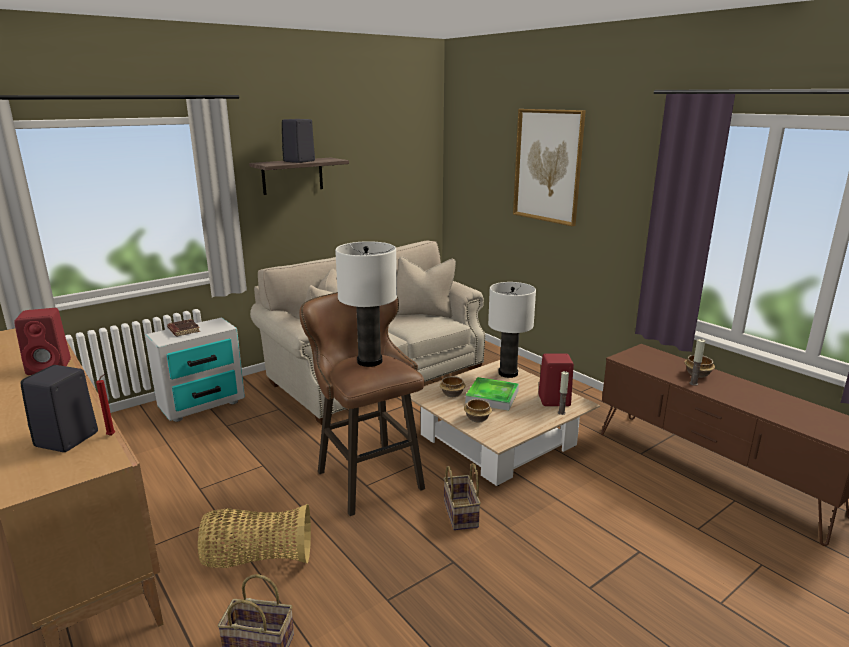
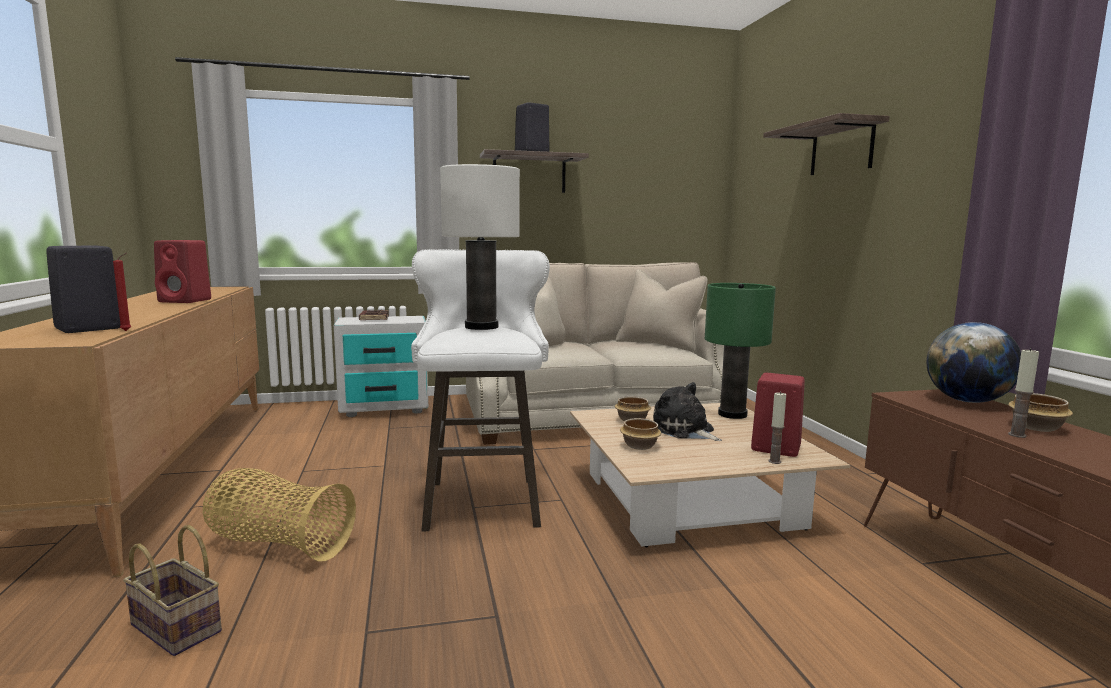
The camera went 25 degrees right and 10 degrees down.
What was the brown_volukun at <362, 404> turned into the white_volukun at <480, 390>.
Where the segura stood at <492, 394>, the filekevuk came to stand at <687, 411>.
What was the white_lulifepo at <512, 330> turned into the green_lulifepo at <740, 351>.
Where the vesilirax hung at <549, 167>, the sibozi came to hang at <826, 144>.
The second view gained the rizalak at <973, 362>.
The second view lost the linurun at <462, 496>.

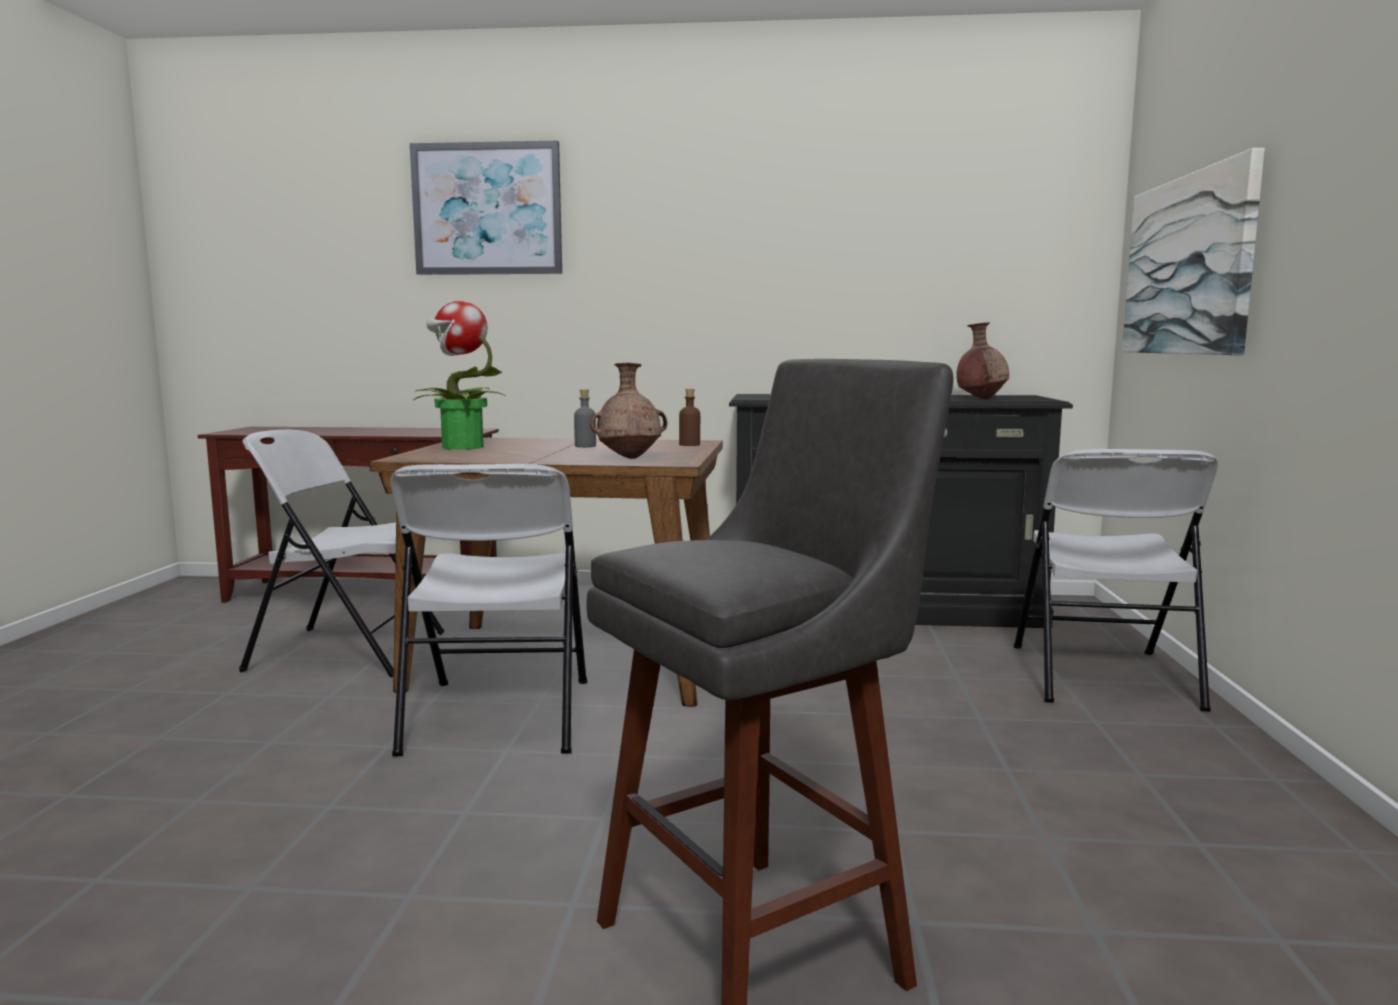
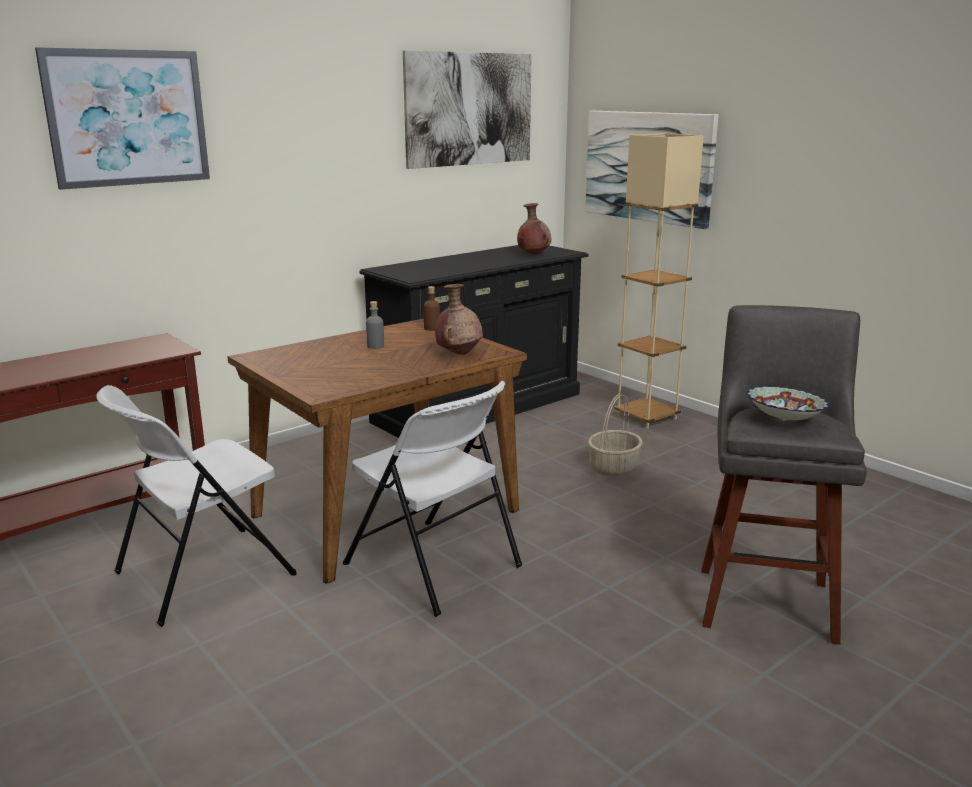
The camera went 45 degrees left and 10 degrees up.
The second view gained the vesilirax at <467, 109>.
The second view gained the linurun at <615, 435>.
Where the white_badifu stood at <1115, 580>, the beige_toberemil came to stand at <659, 281>.
The second view gained the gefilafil at <787, 403>.
The second view lost the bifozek at <459, 375>.

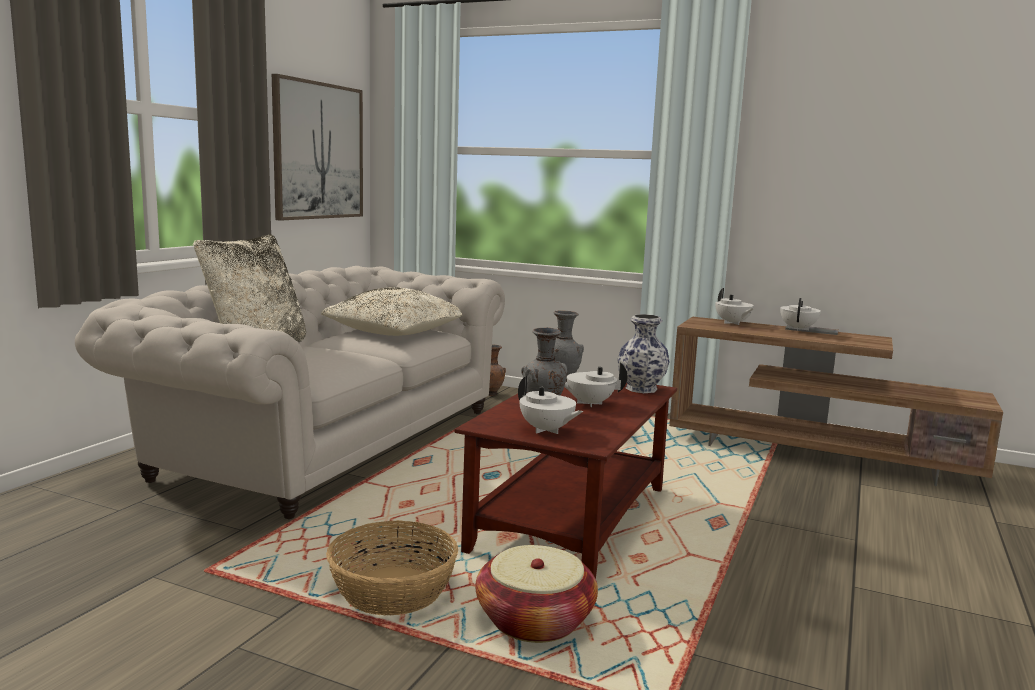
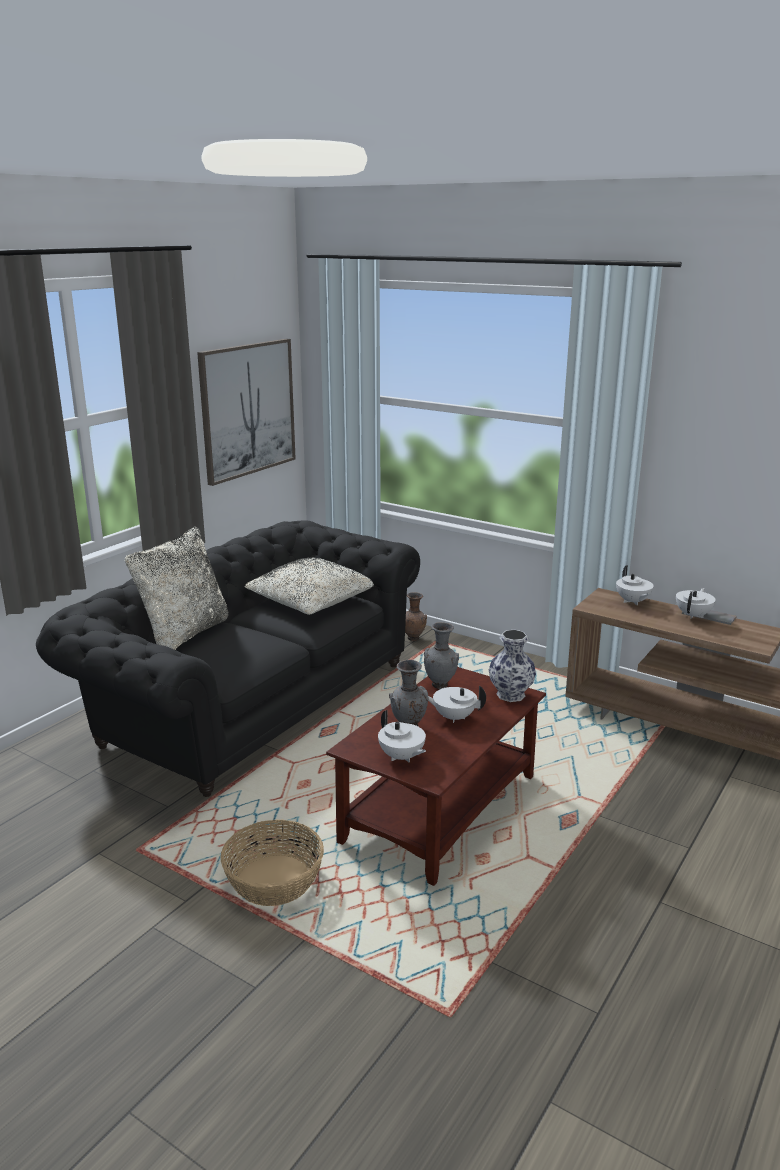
The camera went 10 degrees right and 10 degrees up.
What was the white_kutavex at <290, 392> turned into the black_kutavex at <228, 659>.
The second view lost the linurun at <536, 594>.

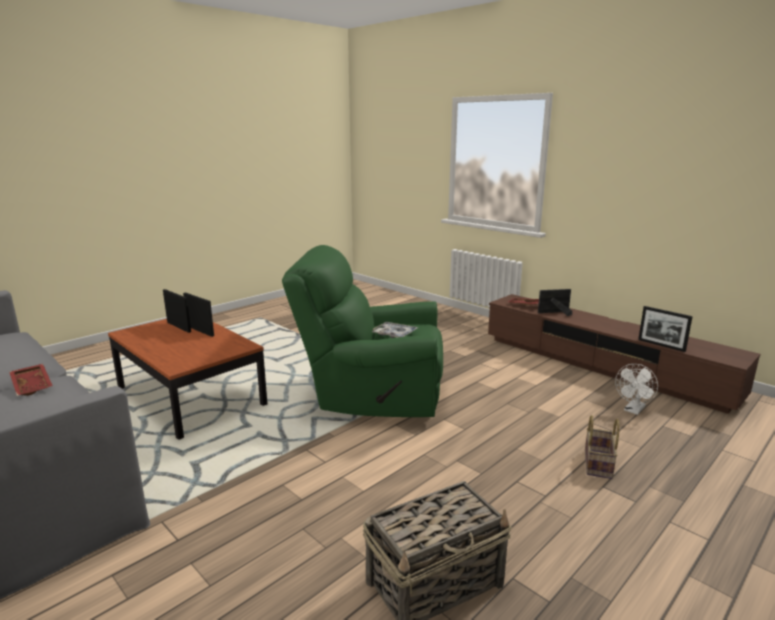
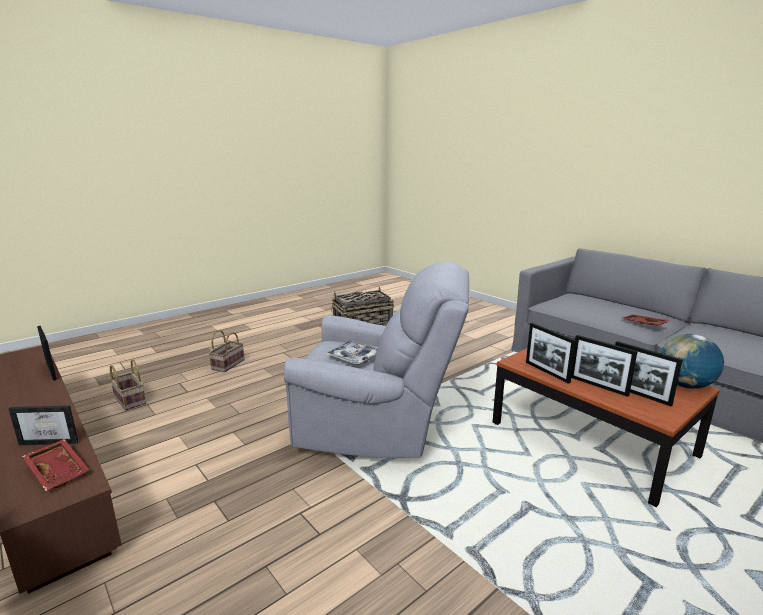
The camera went 175 degrees left and 0 degrees up.
Where the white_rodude stood at <636, 389>, the linurun came to stand at <128, 384>.
What was the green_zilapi at <362, 331> turned into the grey_zilapi at <376, 360>.
The second view gained the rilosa at <551, 353>.
The second view gained the rizalak at <692, 361>.

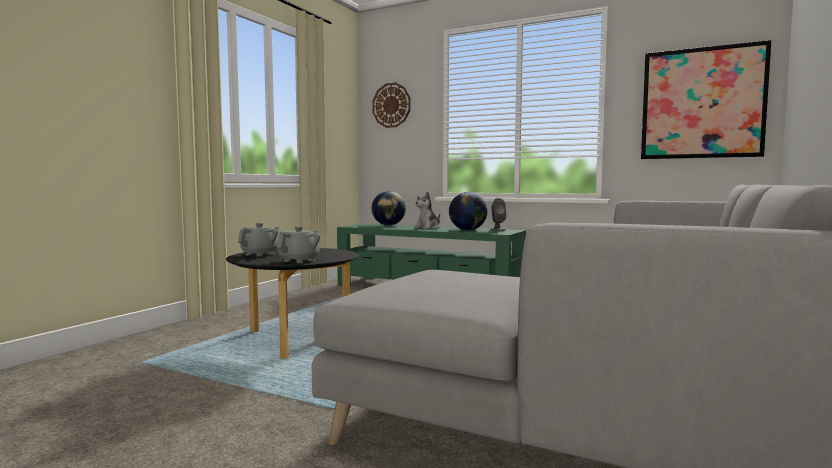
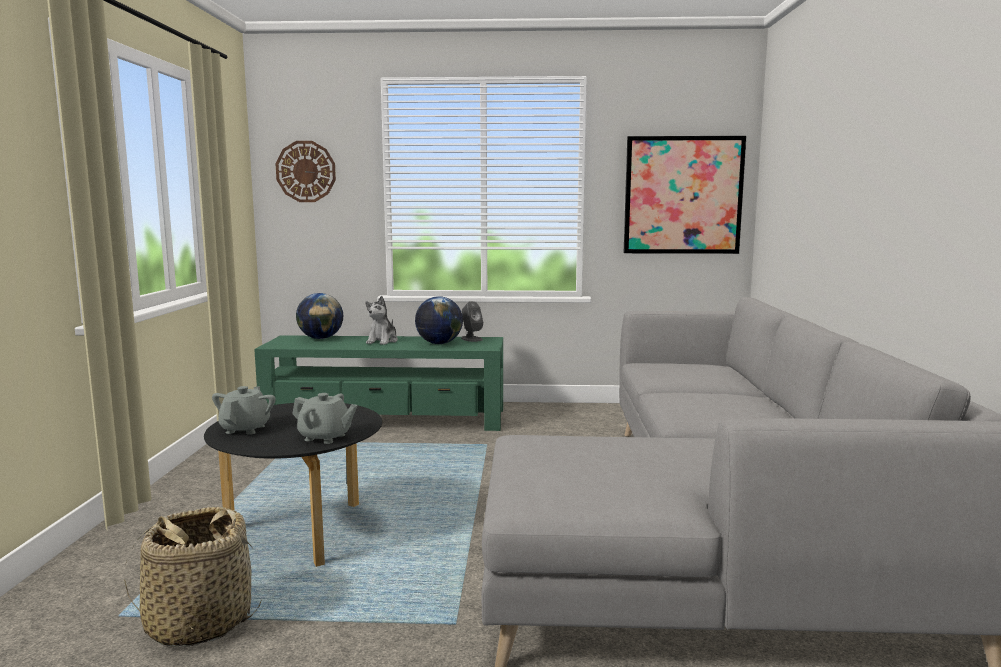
The camera went 25 degrees left and 5 degrees up.
The second view gained the linurun at <192, 577>.
The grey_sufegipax at <298, 244> ended up facing another way, 105 degrees clockwise from before.

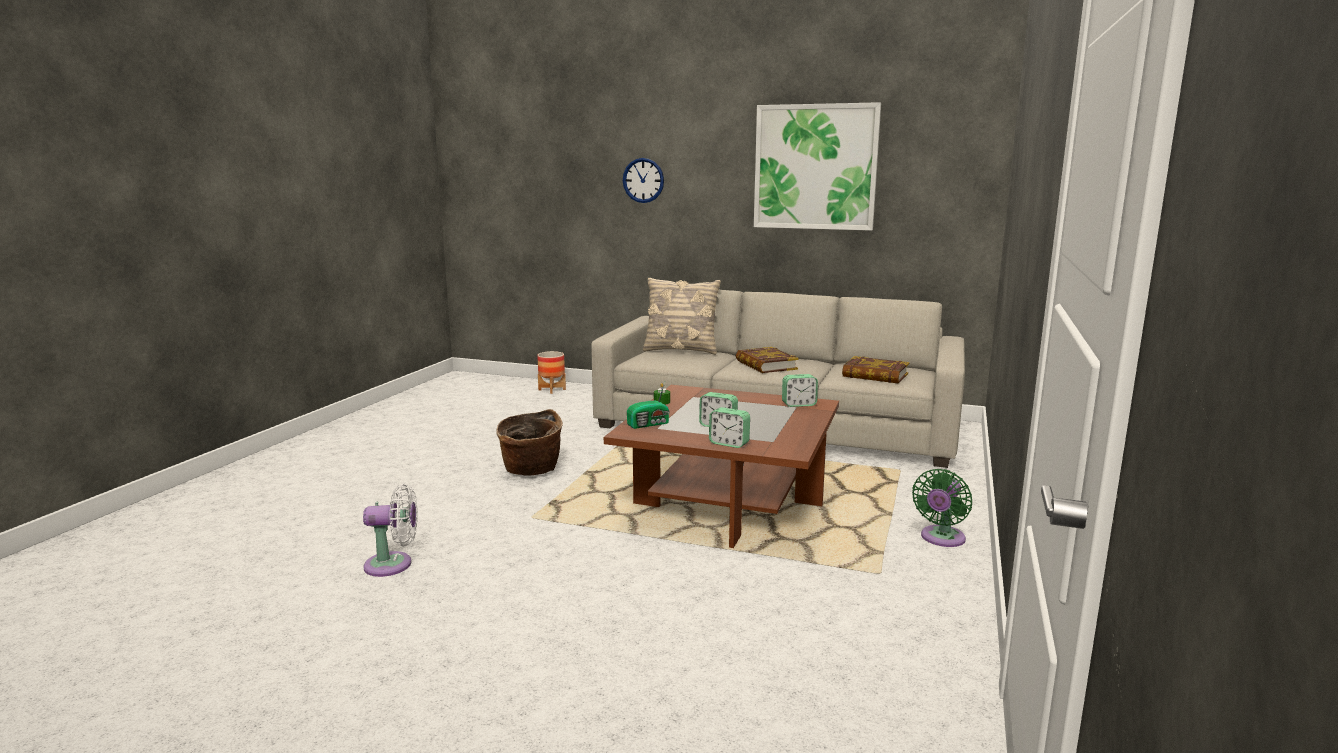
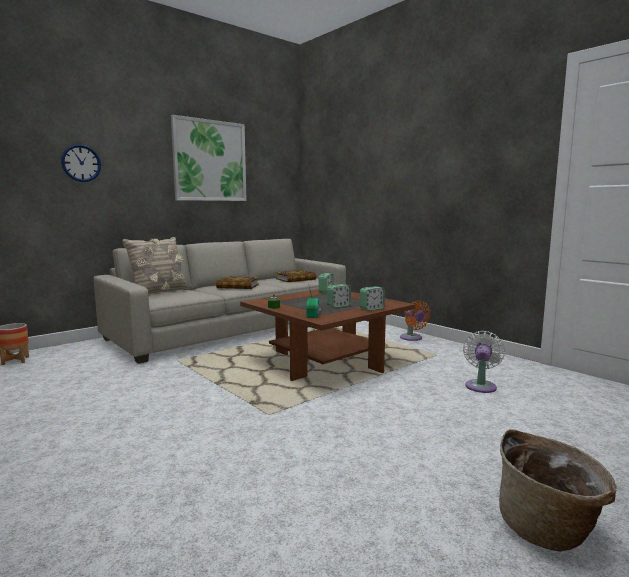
The camera went 60 degrees left and 5 degrees down.
What was the green_rodude at <942, 508> turned into the orange_rodude at <415, 320>.
The white_rodude ended up elsewhere, having gone from <390, 530> to <484, 362>.
The linurun ended up elsewhere, having gone from <529, 442> to <558, 490>.

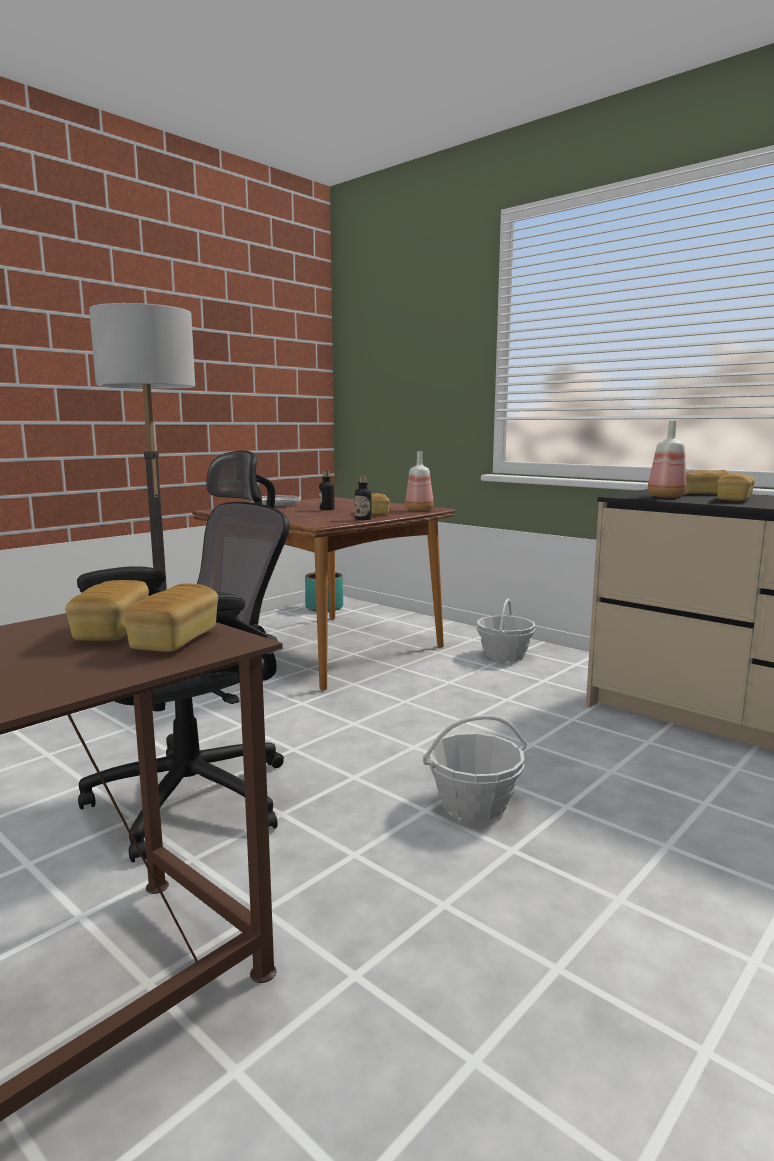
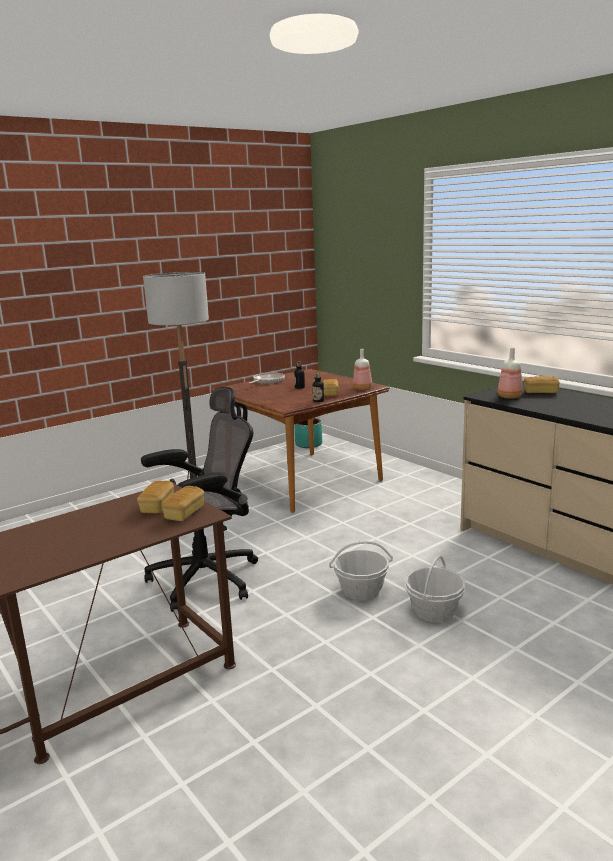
The camera went 10 degrees right and 5 degrees up.
The linurun ended up elsewhere, having gone from <506, 630> to <434, 588>.
The second view lost the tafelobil at <736, 487>.

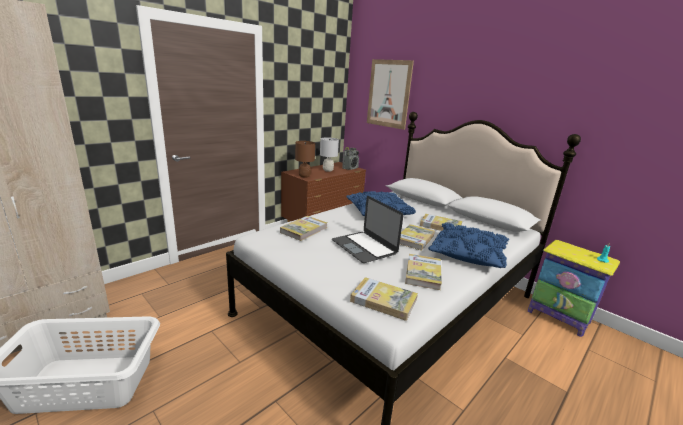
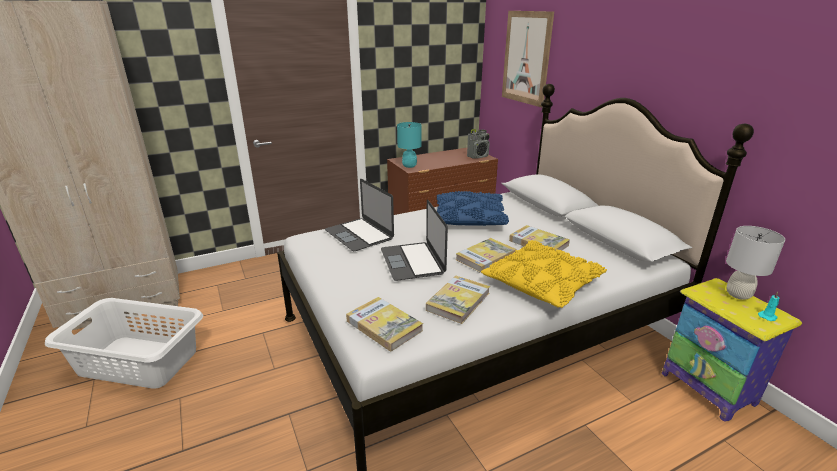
The camera went 20 degrees right and 5 degrees up.
Where the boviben stood at <303, 228>, the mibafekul came to stand at <359, 215>.
What was the brown_lulifepo at <305, 159> turned into the turquoise_lulifepo at <409, 145>.
What was the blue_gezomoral at <468, 245> turned into the yellow_gezomoral at <544, 274>.
The grey_lulifepo ended up elsewhere, having gone from <329, 154> to <755, 263>.

